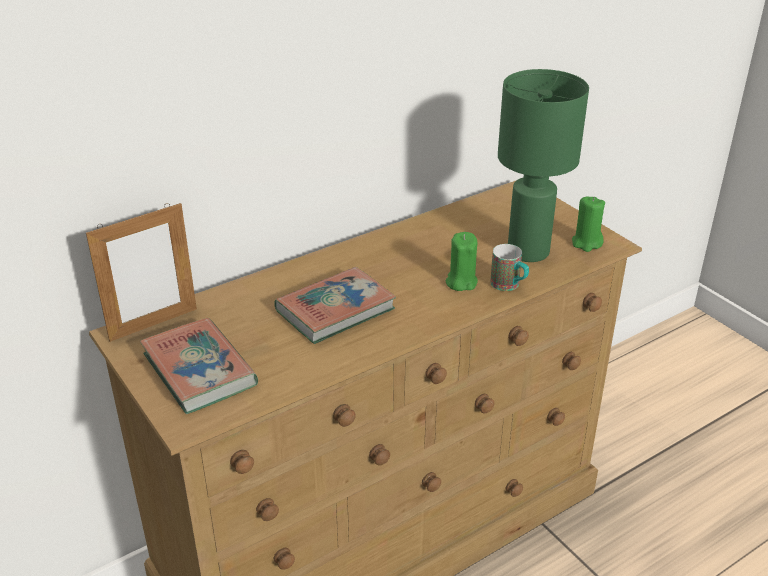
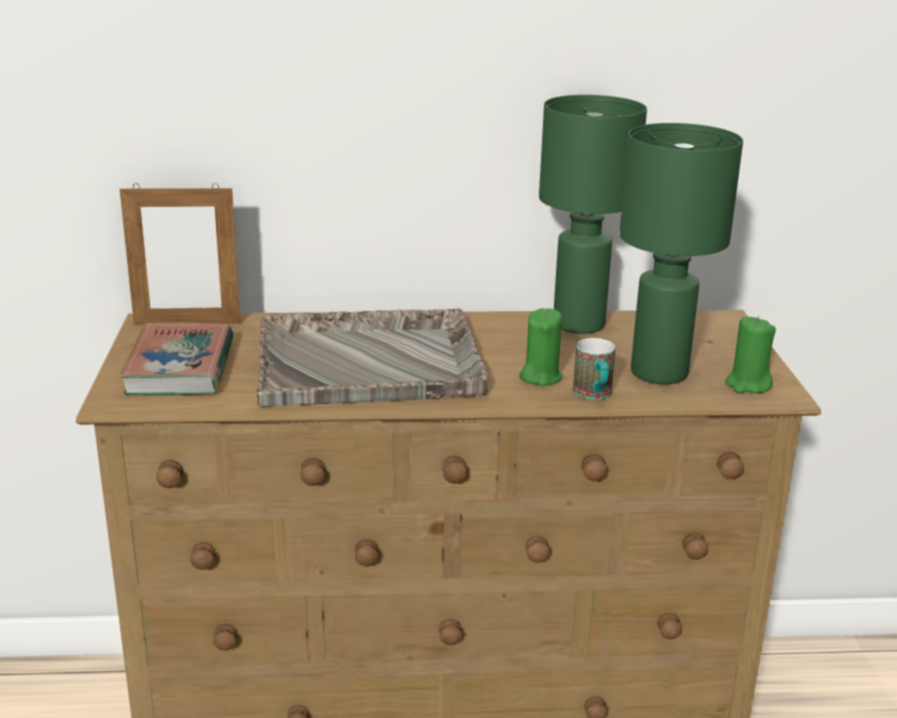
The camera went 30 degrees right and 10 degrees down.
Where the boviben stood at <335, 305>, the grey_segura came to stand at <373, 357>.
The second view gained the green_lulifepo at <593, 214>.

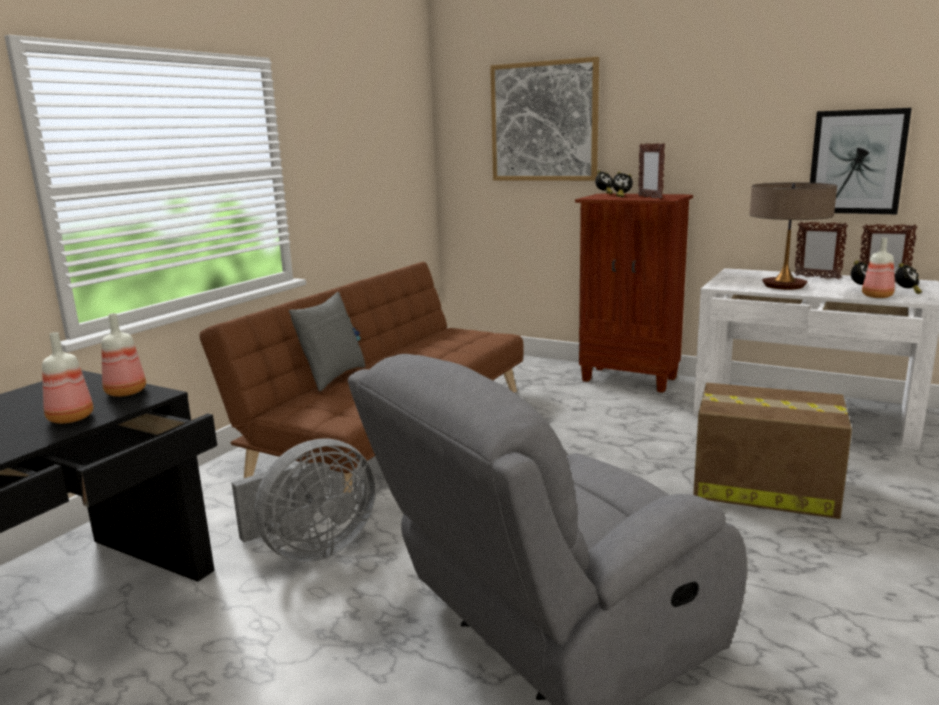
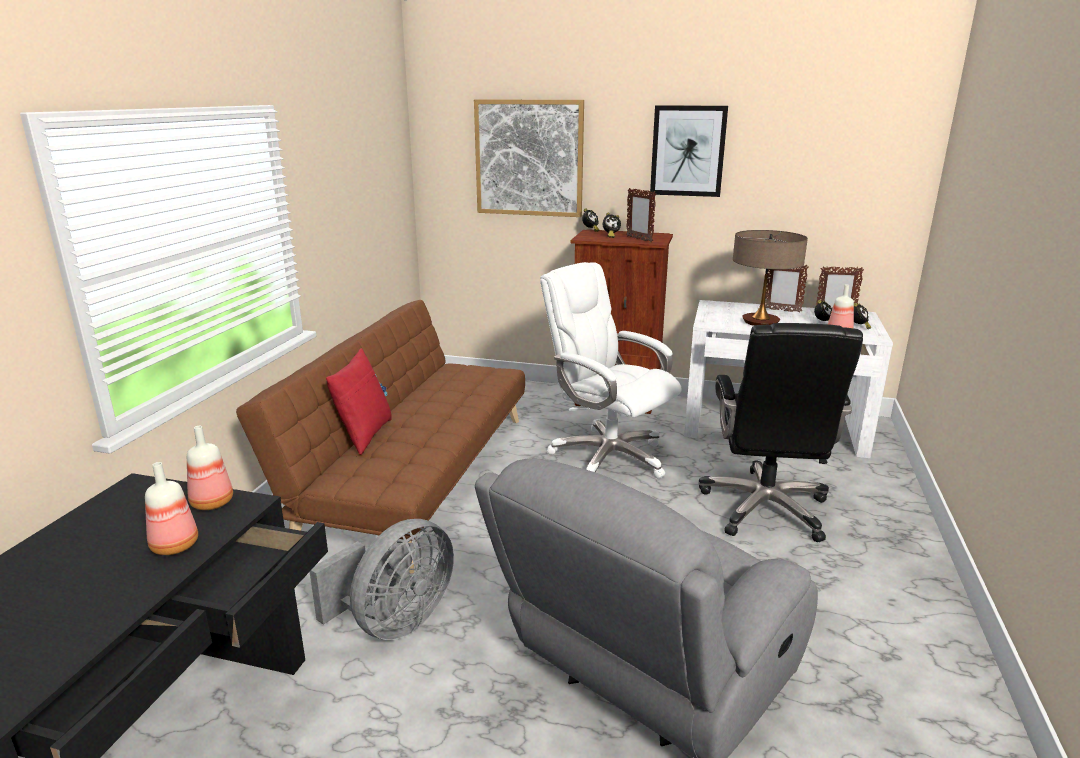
The camera went 15 degrees left and 5 degrees up.
What was the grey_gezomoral at <327, 342> turned into the red_gezomoral at <359, 401>.
The second view gained the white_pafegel at <611, 370>.
The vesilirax ended up elsewhere, having gone from <861, 161> to <689, 151>.
Where the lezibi stood at <772, 451>, the black_pafegel came to stand at <781, 432>.

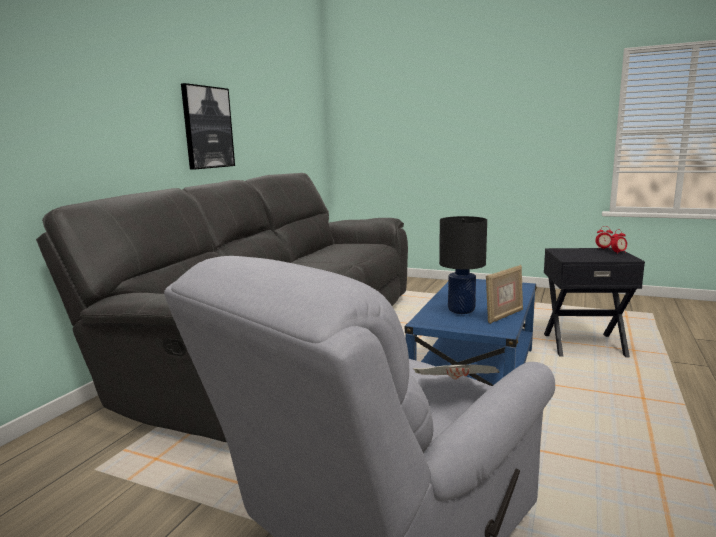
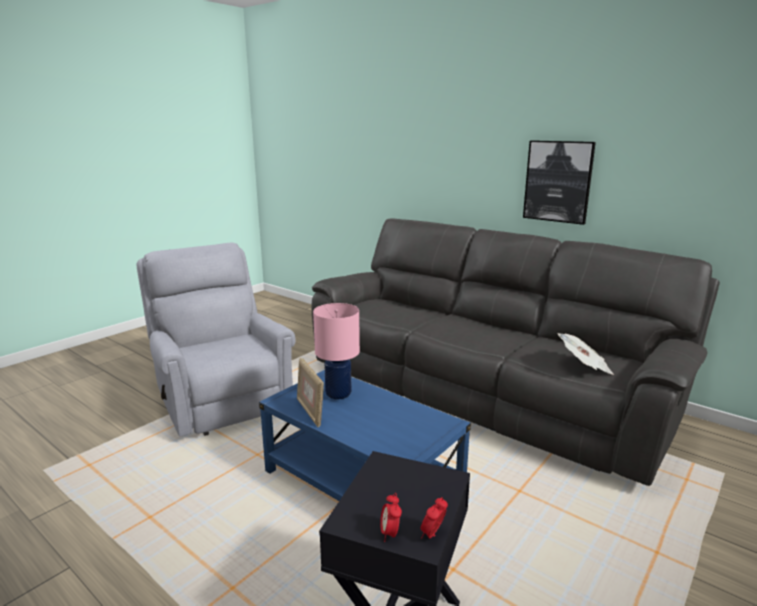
The camera went 105 degrees right and 5 degrees up.
What was the black_lulifepo at <463, 265> turned into the pink_lulifepo at <336, 351>.
The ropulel ended up elsewhere, having gone from <456, 372> to <586, 354>.

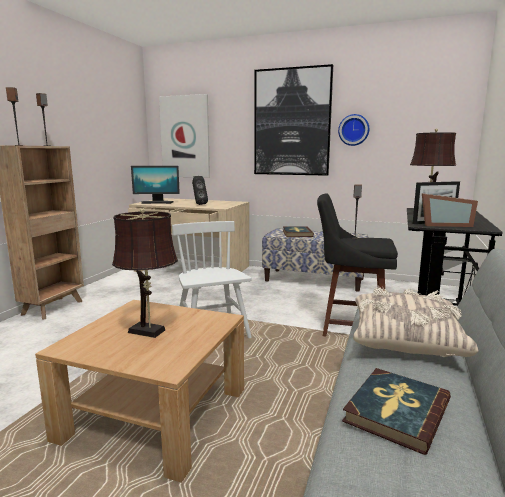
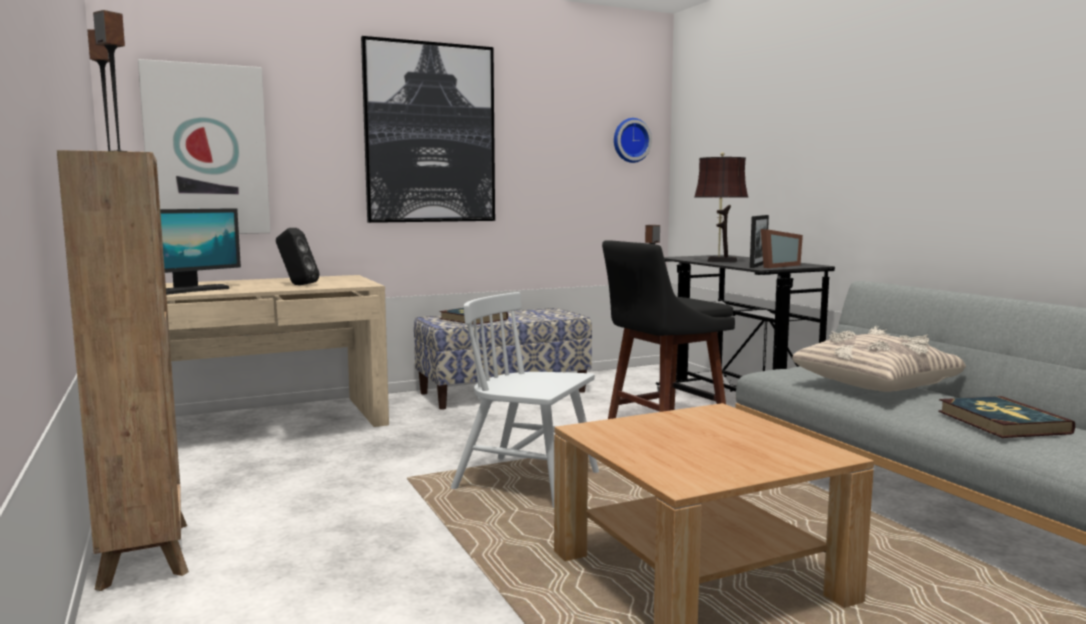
The camera went 45 degrees left and 5 degrees down.
The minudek ended up elsewhere, having gone from <353, 130> to <633, 140>.
The second view lost the brown_lulifepo at <145, 273>.

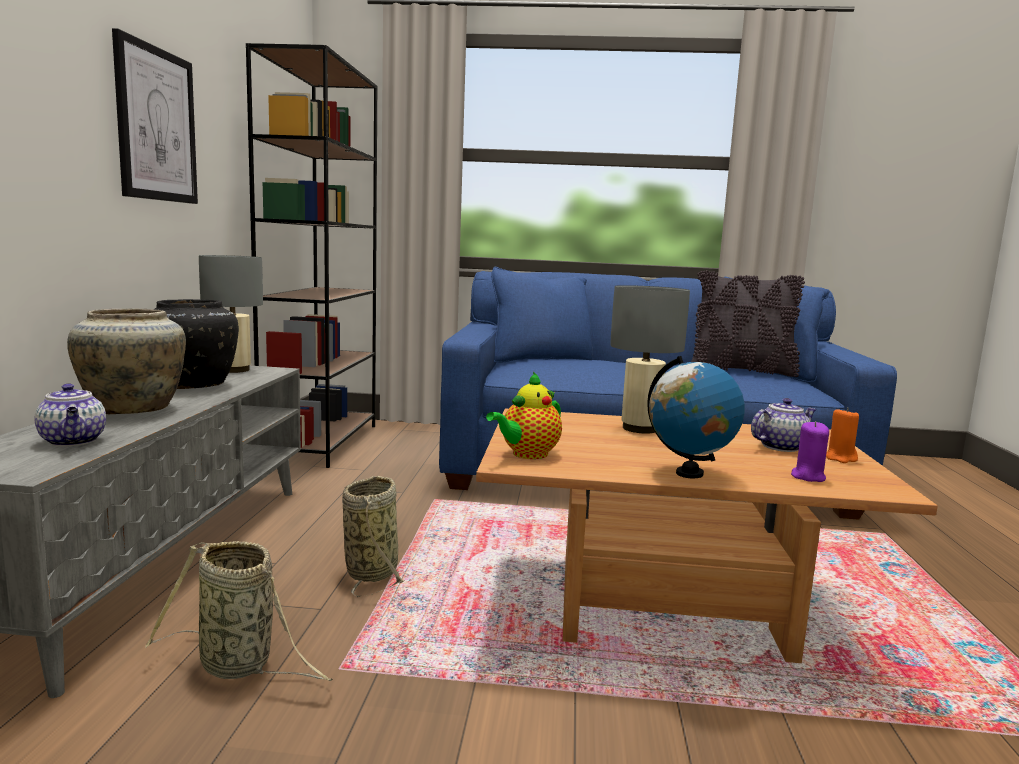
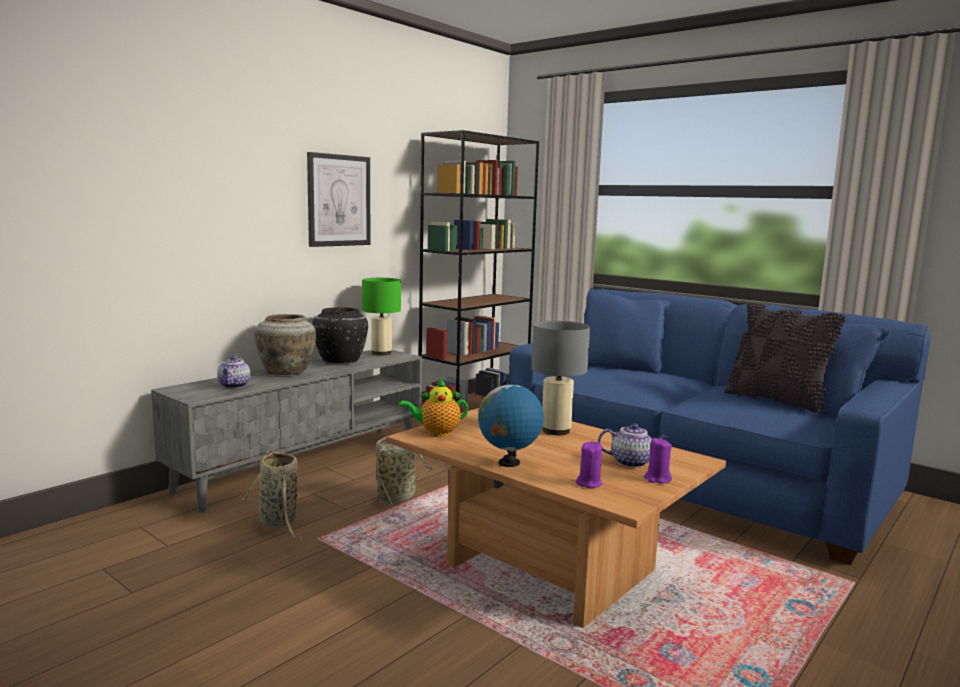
The camera went 35 degrees right and 0 degrees up.
What was the grey_lulifepo at <231, 314> turned into the green_lulifepo at <381, 317>.
What was the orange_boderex at <842, 435> turned into the purple_boderex at <658, 461>.

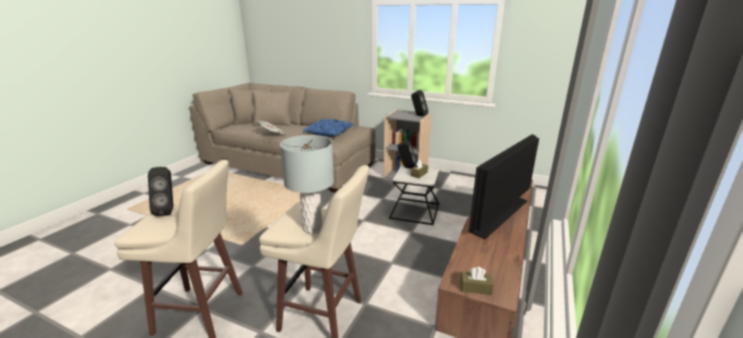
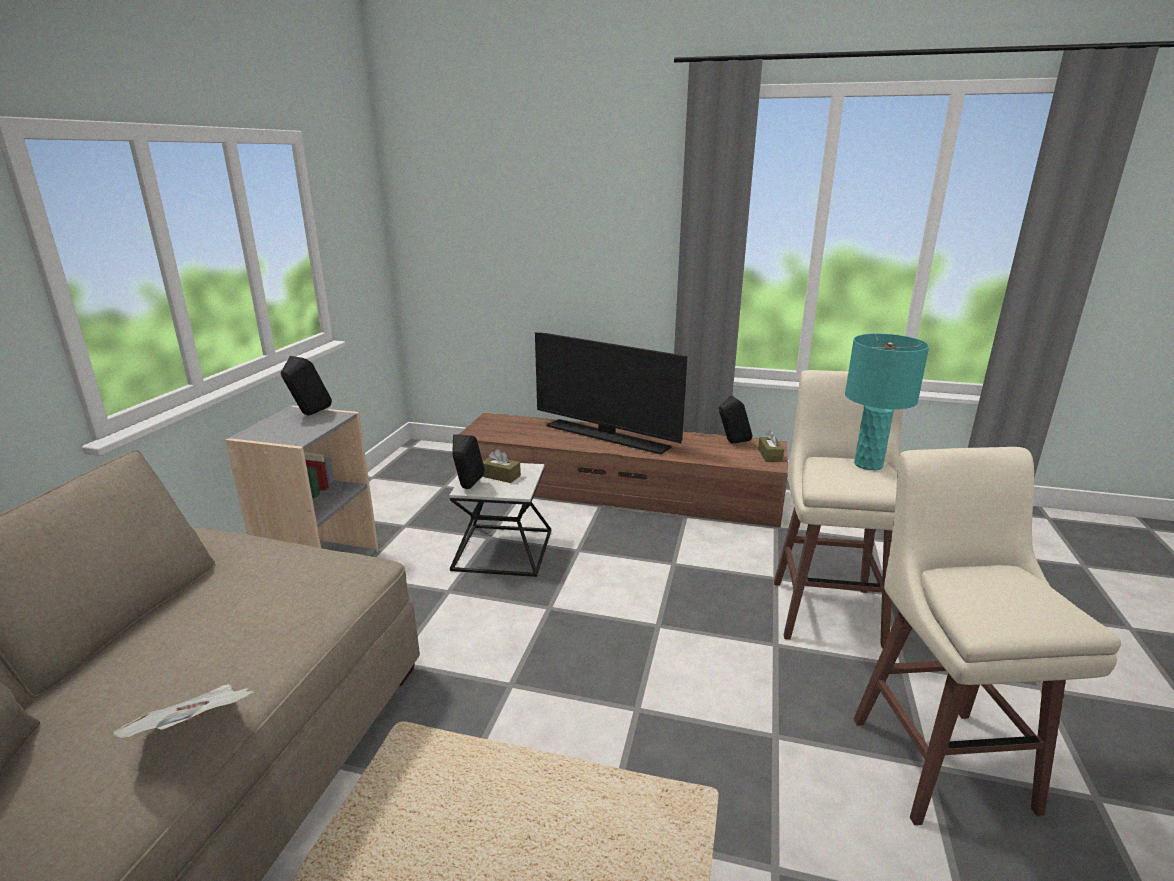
The camera went 100 degrees left and 0 degrees up.
The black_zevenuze ended up elsewhere, having gone from <160, 191> to <736, 419>.
What was the grey_lulifepo at <307, 184> turned into the turquoise_lulifepo at <887, 401>.
The second view lost the blue_gezomoral at <328, 128>.

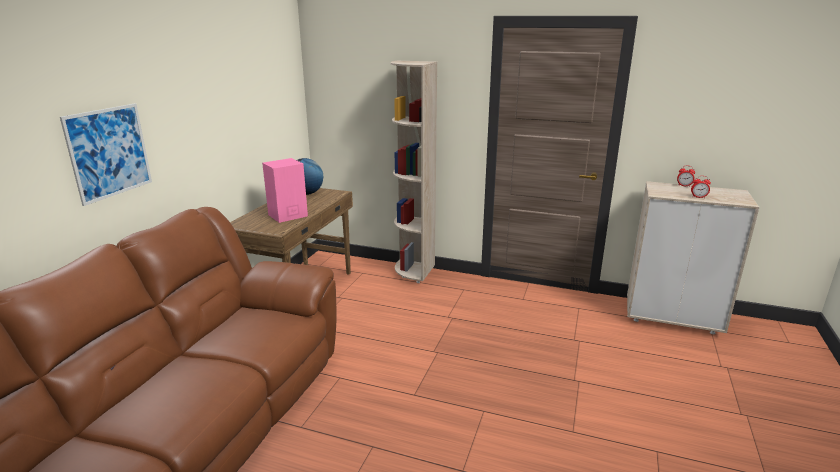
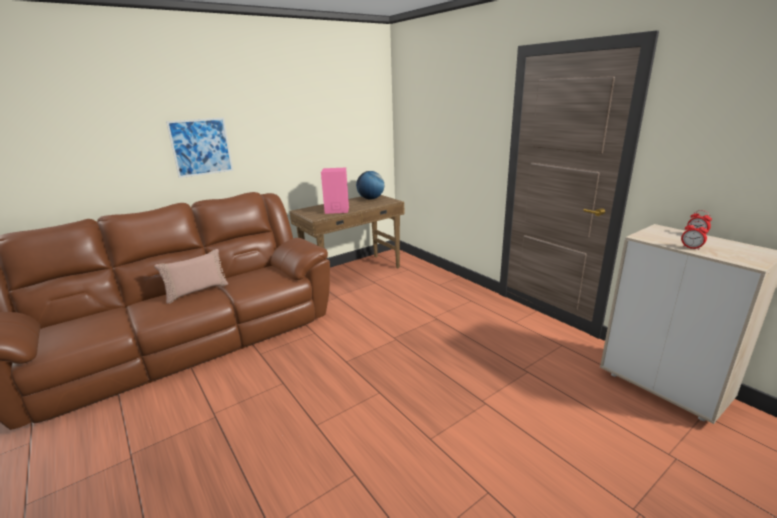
The camera went 35 degrees right and 0 degrees up.
The second view gained the beige_gezomoral at <191, 276>.
The second view lost the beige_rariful at <414, 172>.

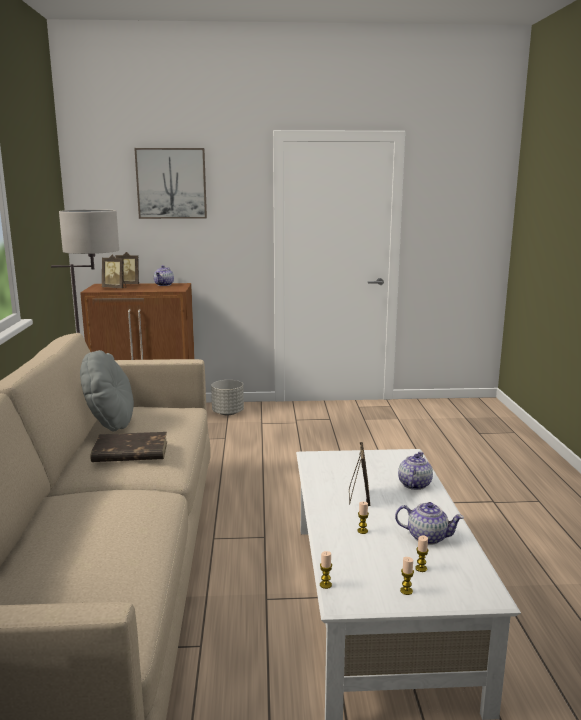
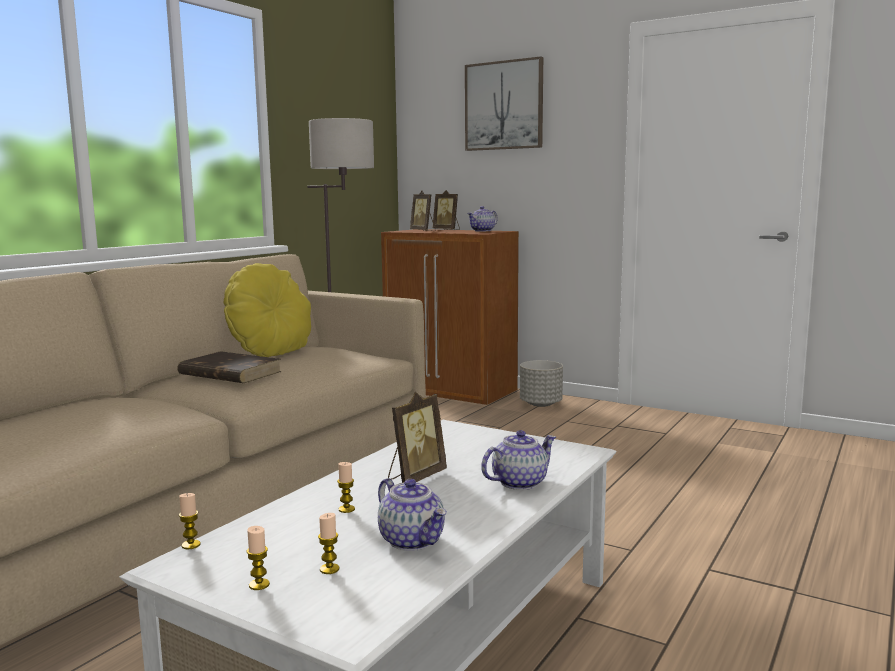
The camera went 35 degrees right and 5 degrees down.
What was the grey_gezomoral at <107, 390> turned into the yellow_gezomoral at <267, 310>.

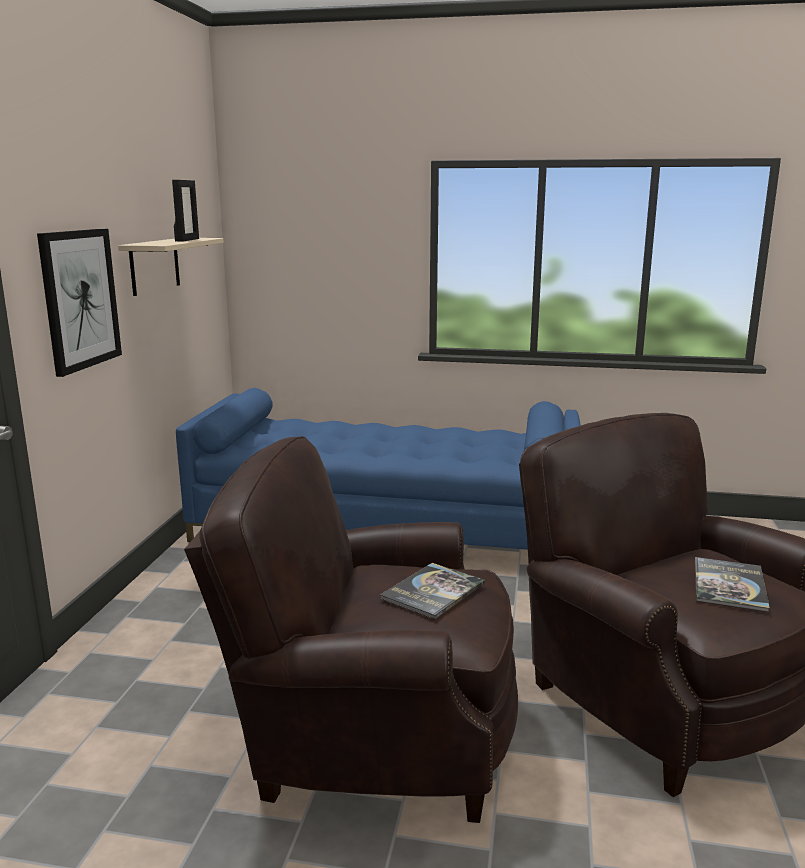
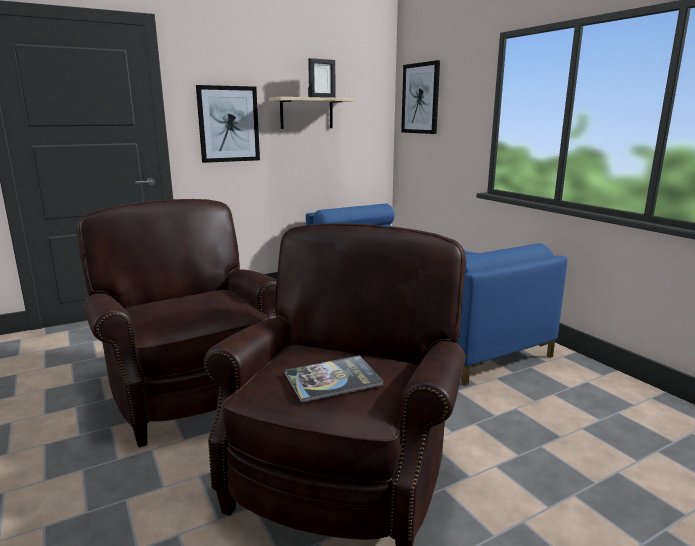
The camera went 50 degrees right and 0 degrees up.
The second view gained the vesilirax at <420, 97>.
The second view lost the boviben at <432, 591>.

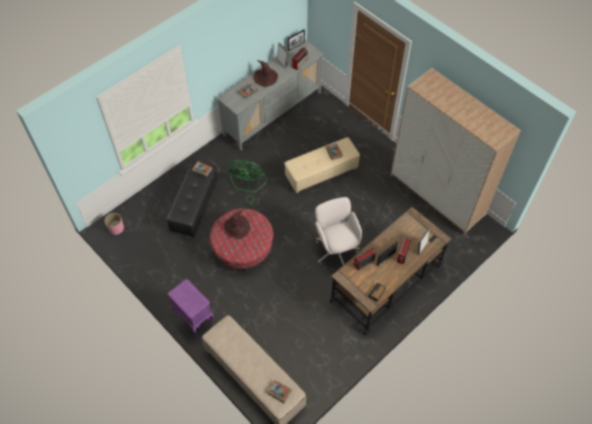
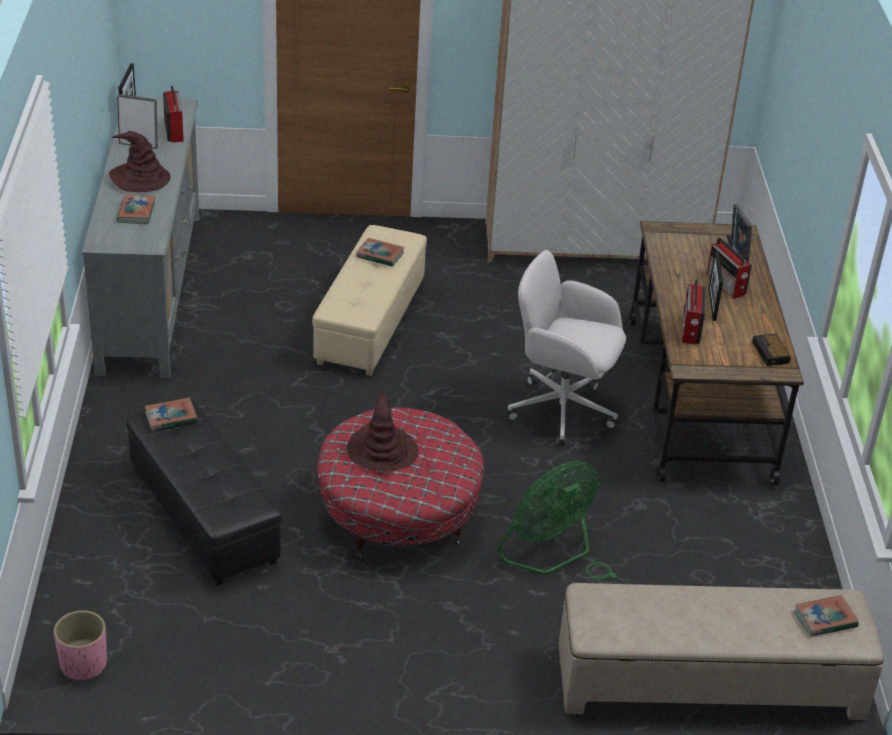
The camera went 50 degrees left and 20 degrees down.
The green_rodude ended up elsewhere, having gone from <247, 182> to <557, 521>.
The second view lost the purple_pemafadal at <191, 309>.

